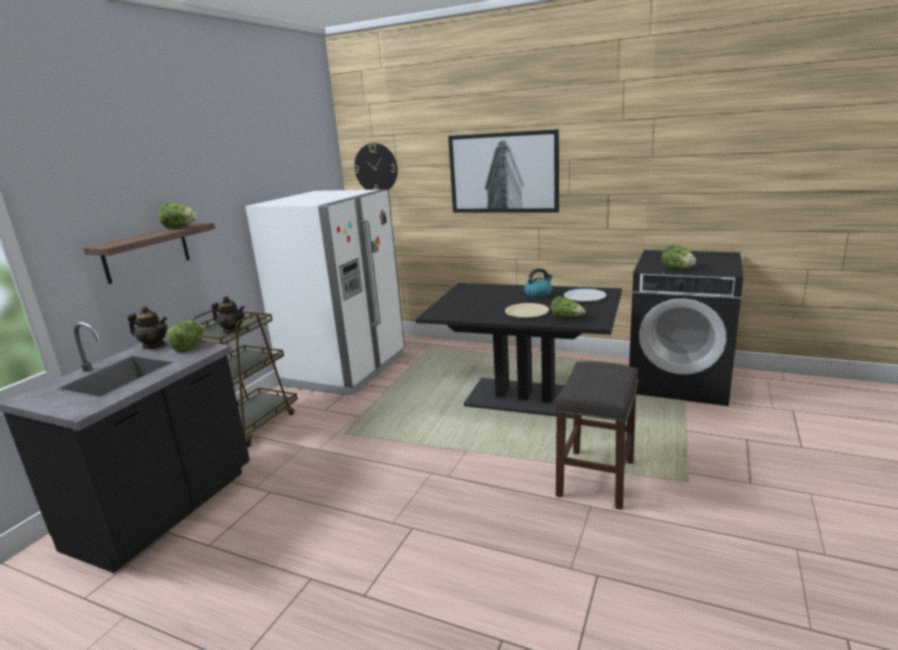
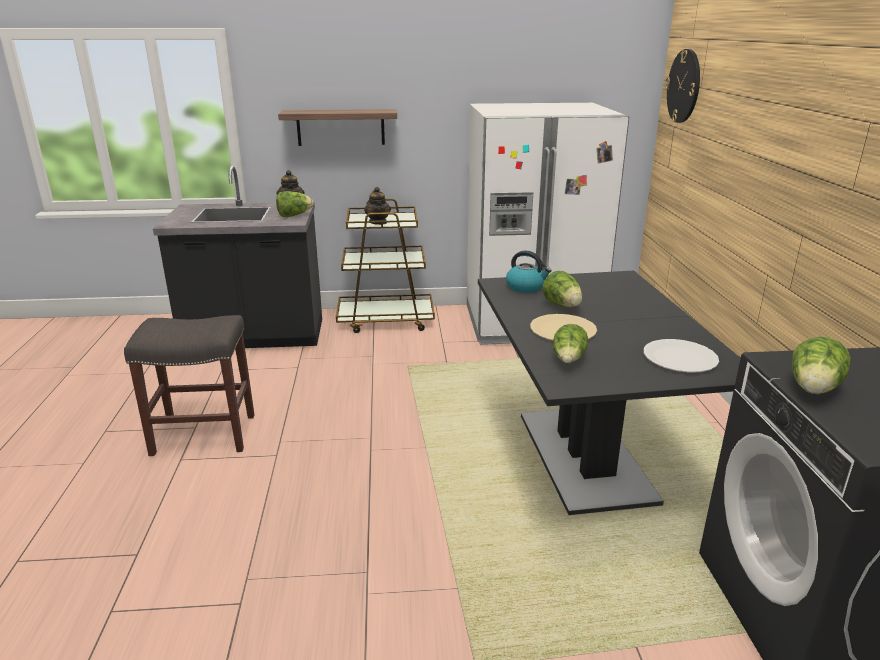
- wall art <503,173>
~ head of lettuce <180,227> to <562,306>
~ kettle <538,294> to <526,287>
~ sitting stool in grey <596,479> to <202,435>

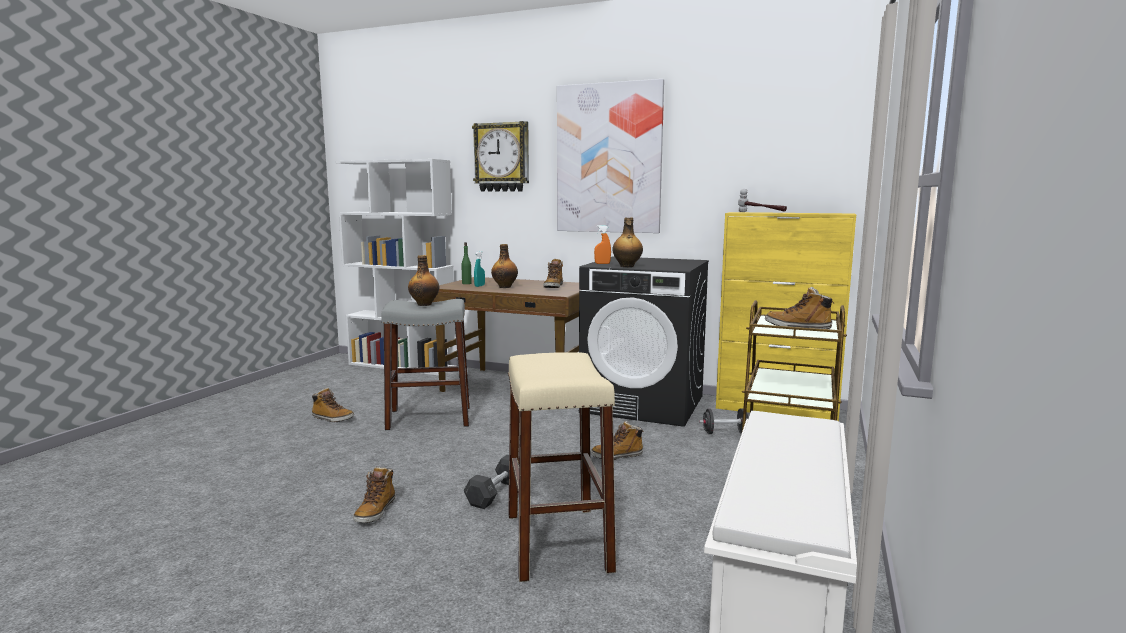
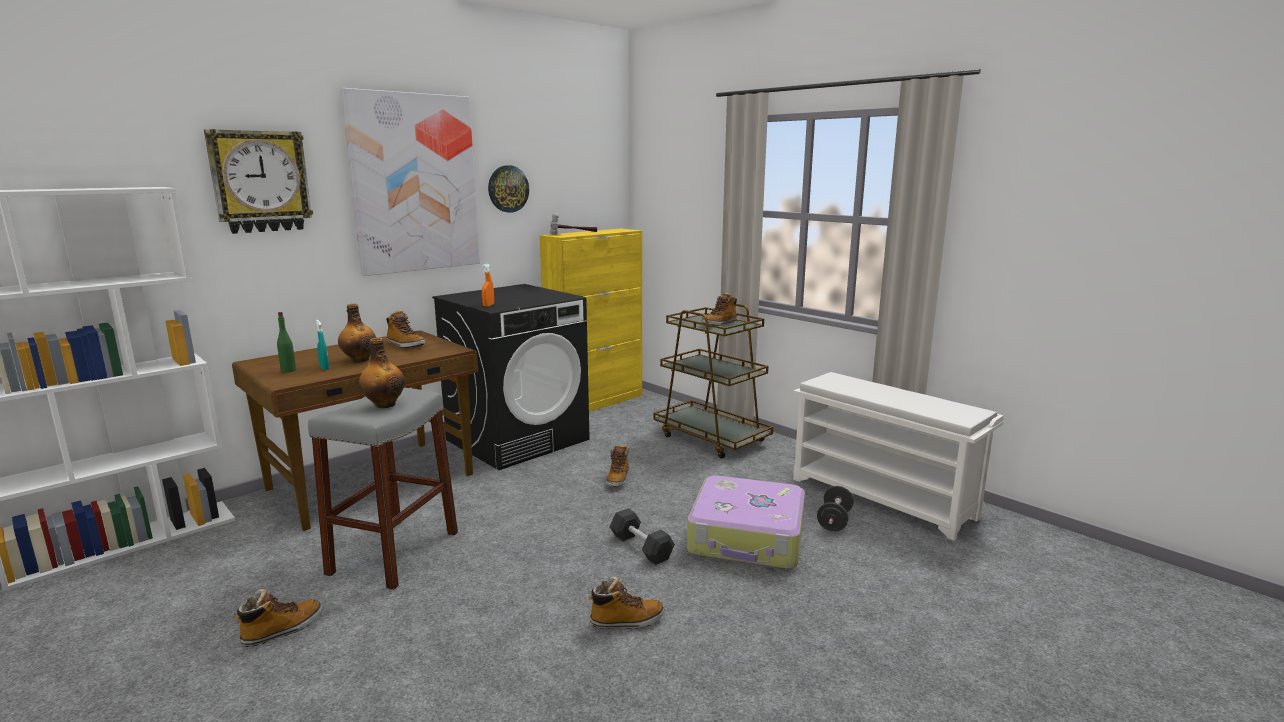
- bottle <627,266>
~ sitting stool in sand-coloured <557,542> to travel case <747,538>
~ hand weight in black <725,433> to <834,521>
~ high-top boot <375,511> = <626,621> 45 degrees counterclockwise
+ wall clock <508,189>

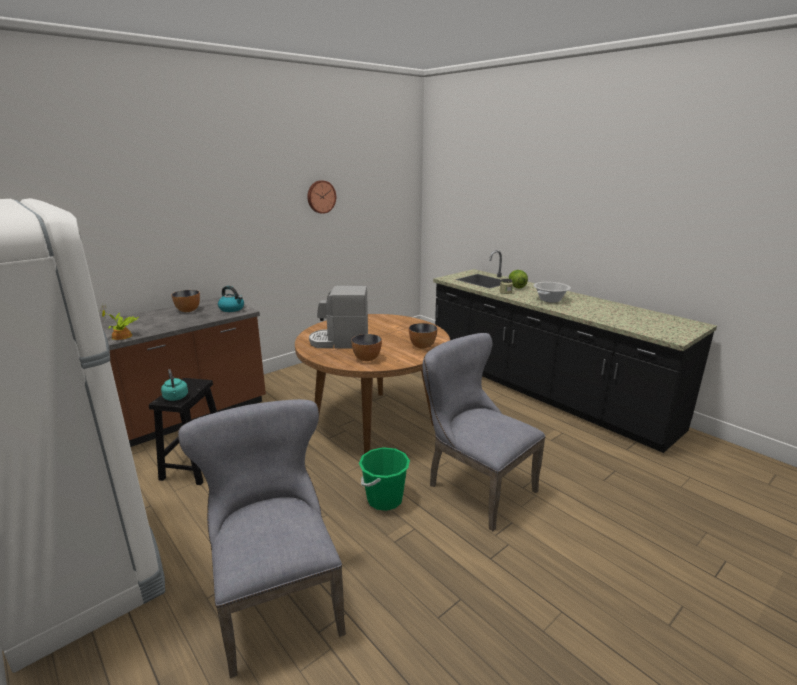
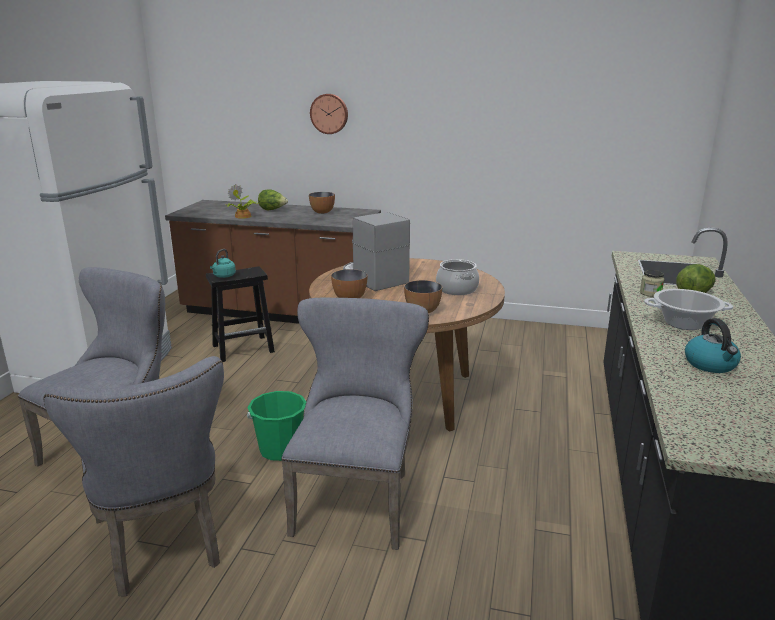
~ wall clock <321,197> to <329,113>
~ kettle <232,309> to <711,364>
+ head of lettuce <273,210>
+ cooking pot <456,289>
+ plain chair in grey <163,546>

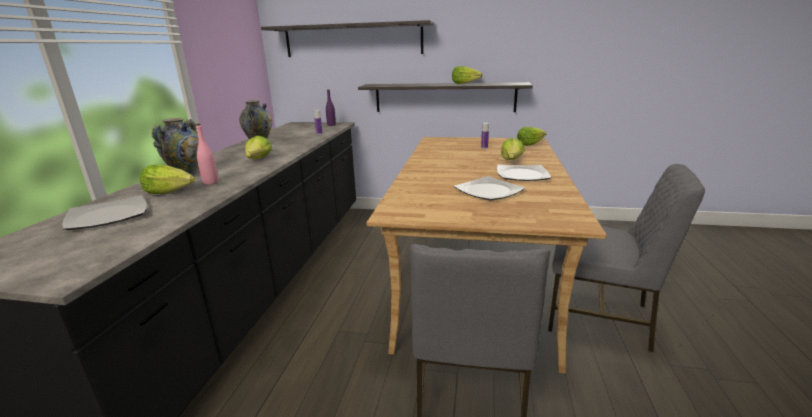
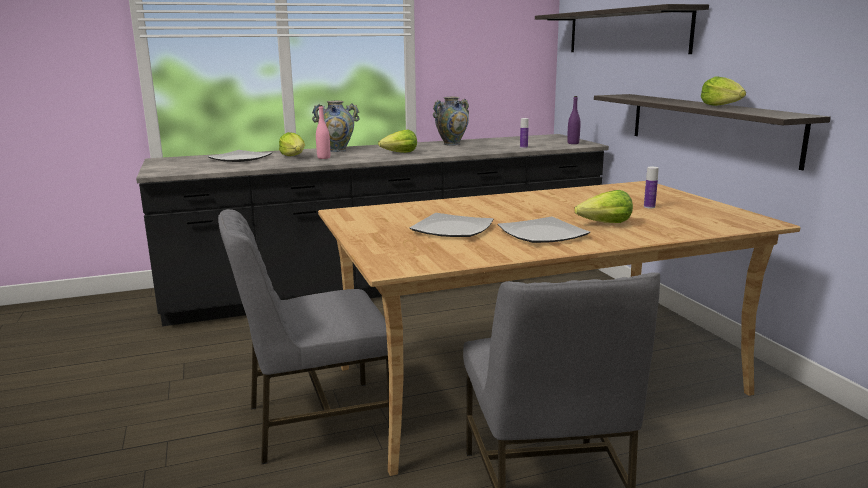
- head of lettuce <529,144>

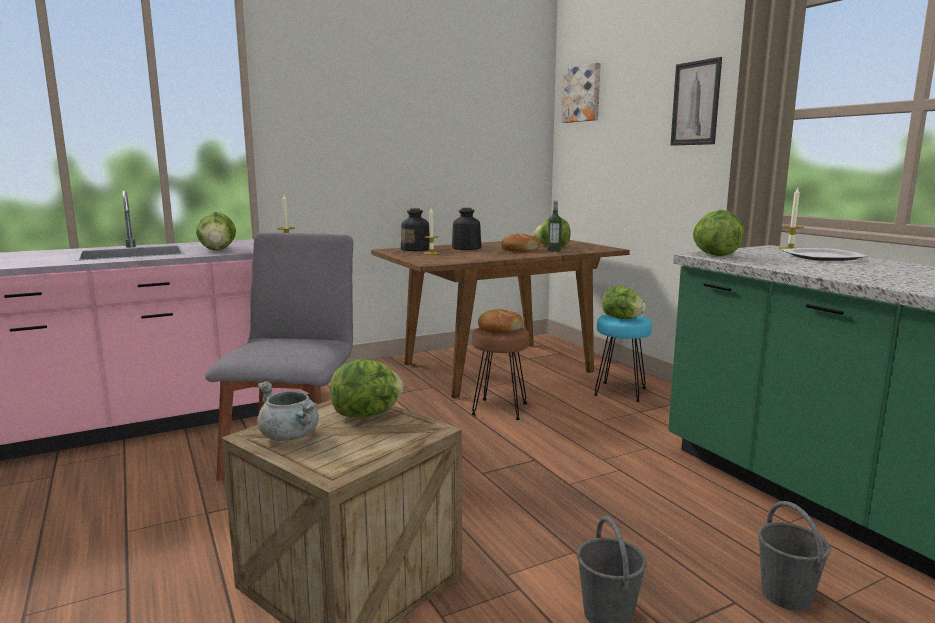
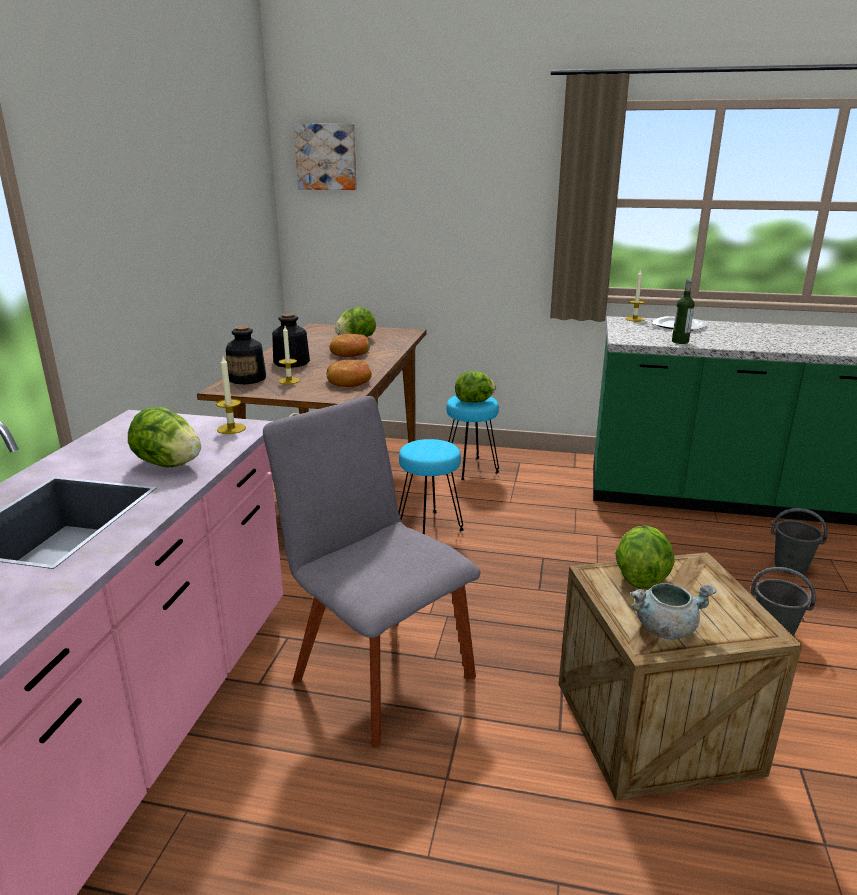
- wall art <695,103>
~ bottle <554,251> to <680,342>
- head of lettuce <714,255>
~ baked bread <499,329> to <349,381>
~ sitting stool in brownish <499,409> to sitting stool in turquoise-coloured <430,528>

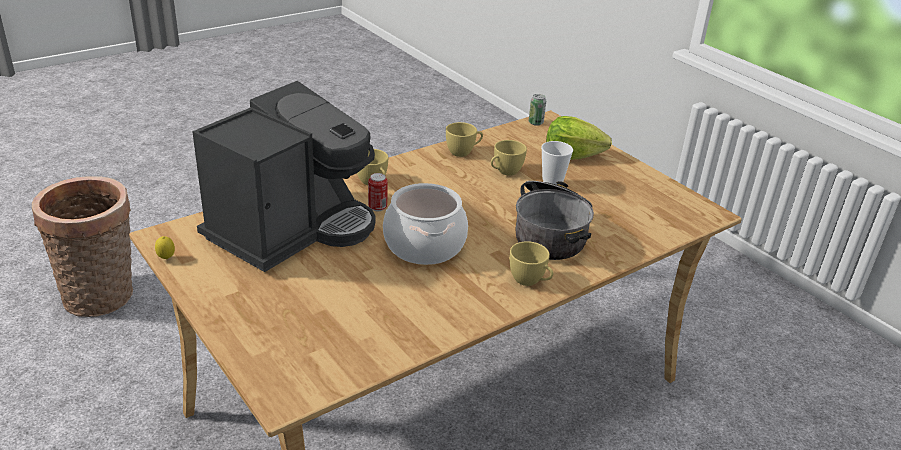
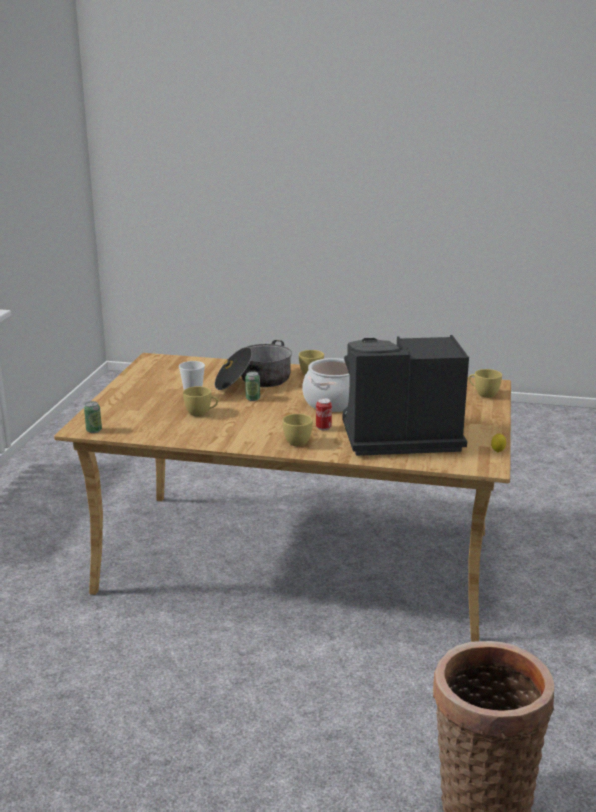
- head of lettuce <572,156>
~ drinking cup in yellowish <463,152> to <483,394>
+ metal can <253,399>

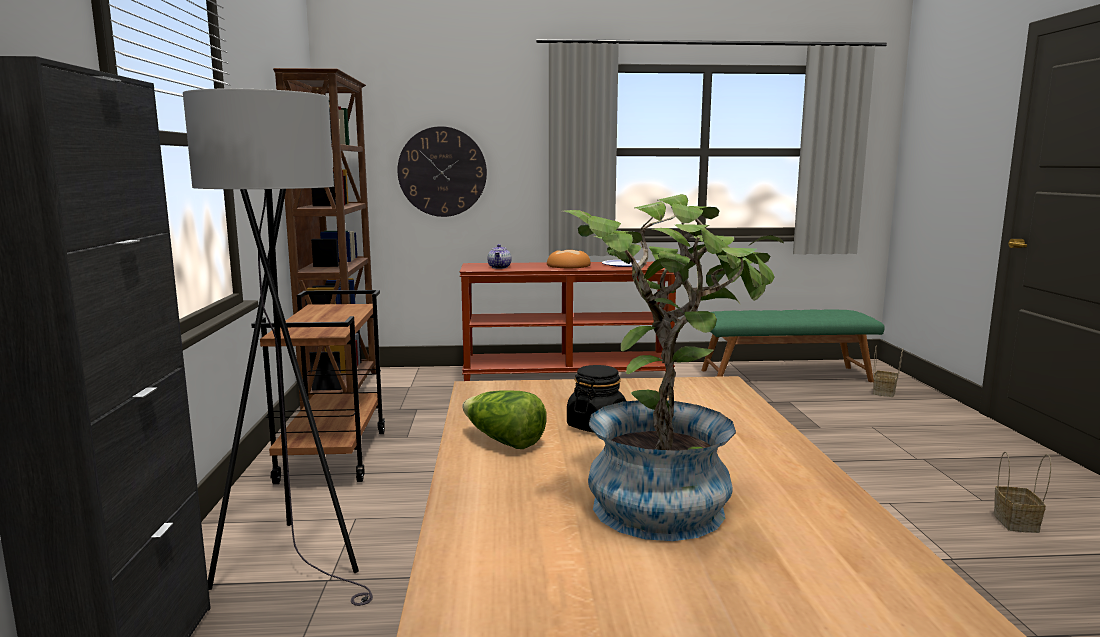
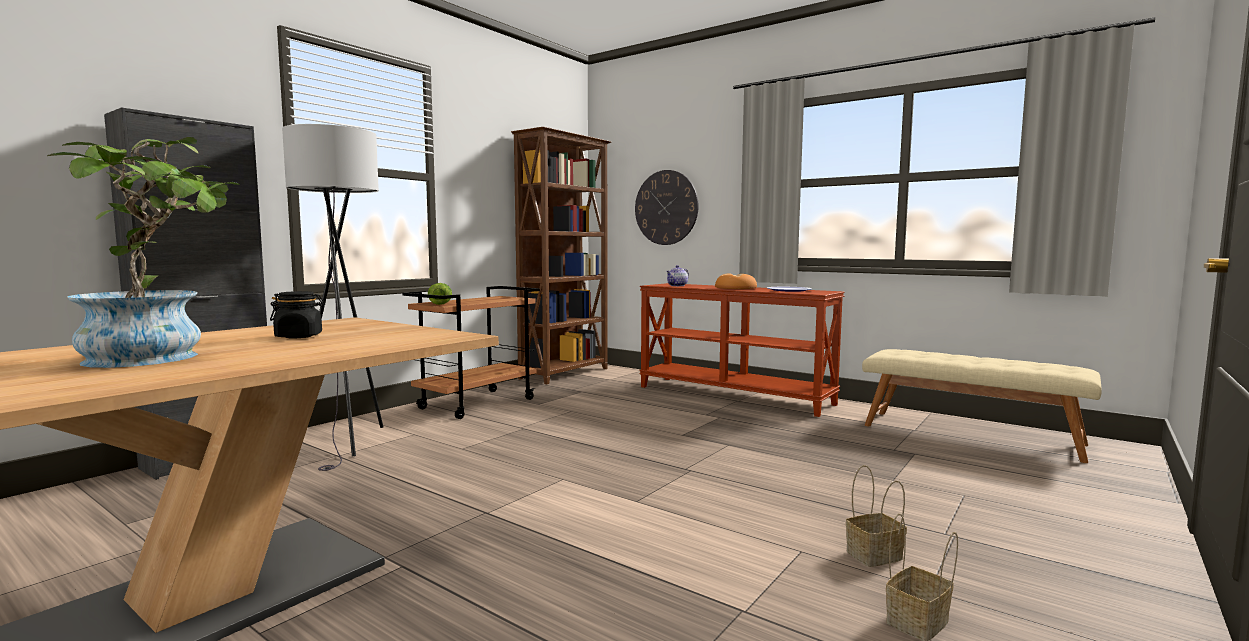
~ bench in green <785,375> to bench in sand-coloured <970,434>
~ basket <884,393> to <873,556>
~ head of lettuce <503,441> to <440,303>

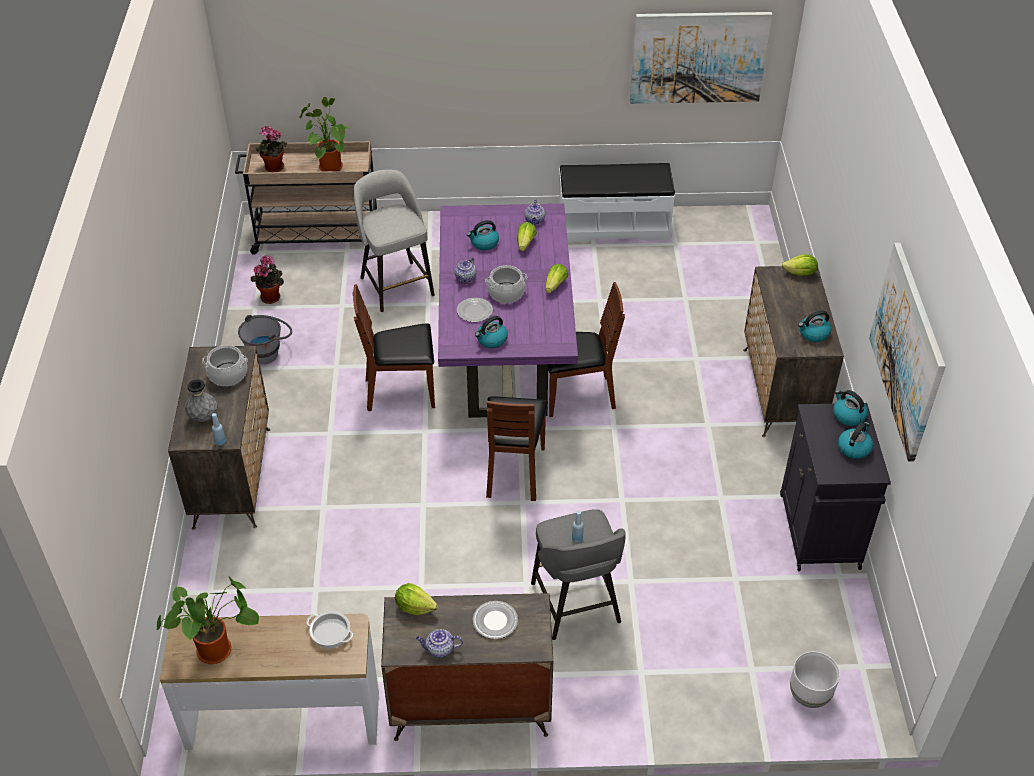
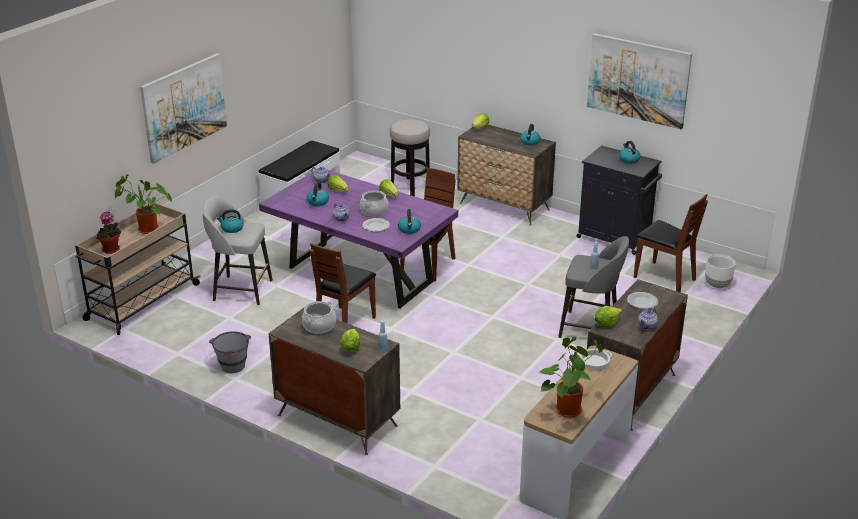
~ wall art <698,57> to <184,107>
- potted plant <271,296>
~ vase in grey <204,418> to head of lettuce <351,348>
~ kettle <848,415> to <232,228>
~ plain chair in brownish <514,471> to <664,278>
+ sitting stool <410,187>

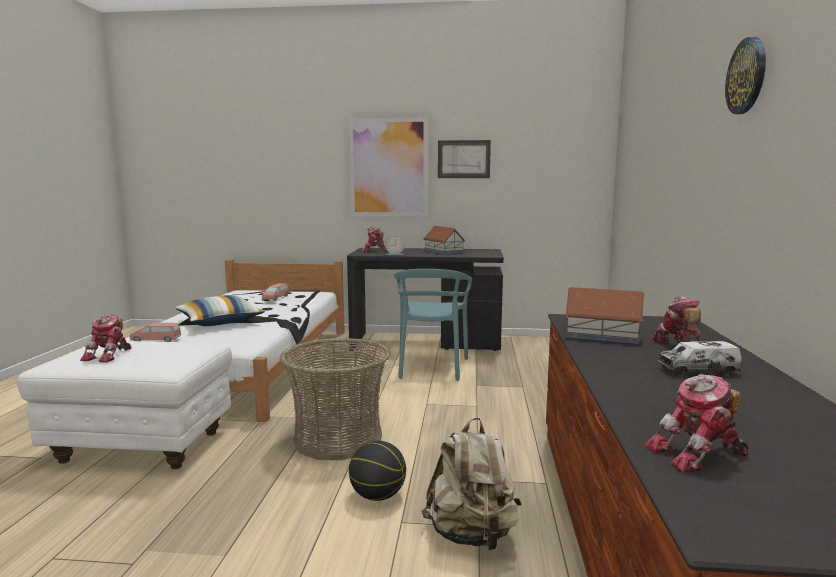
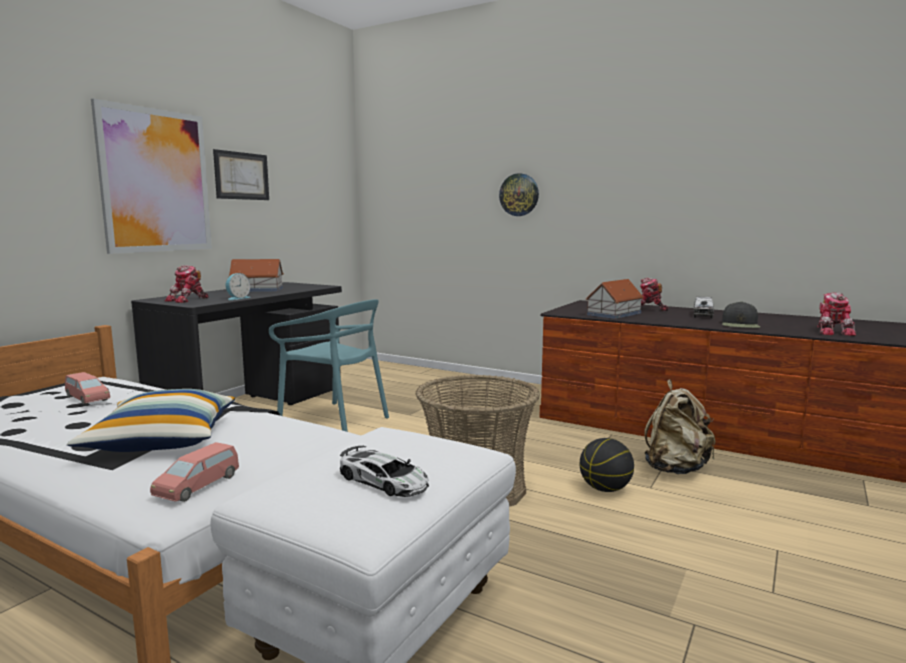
~ wall clock <747,76> to <519,195>
~ toy robot <109,355> to model car <384,481>
+ baseball cap in black <740,325>

